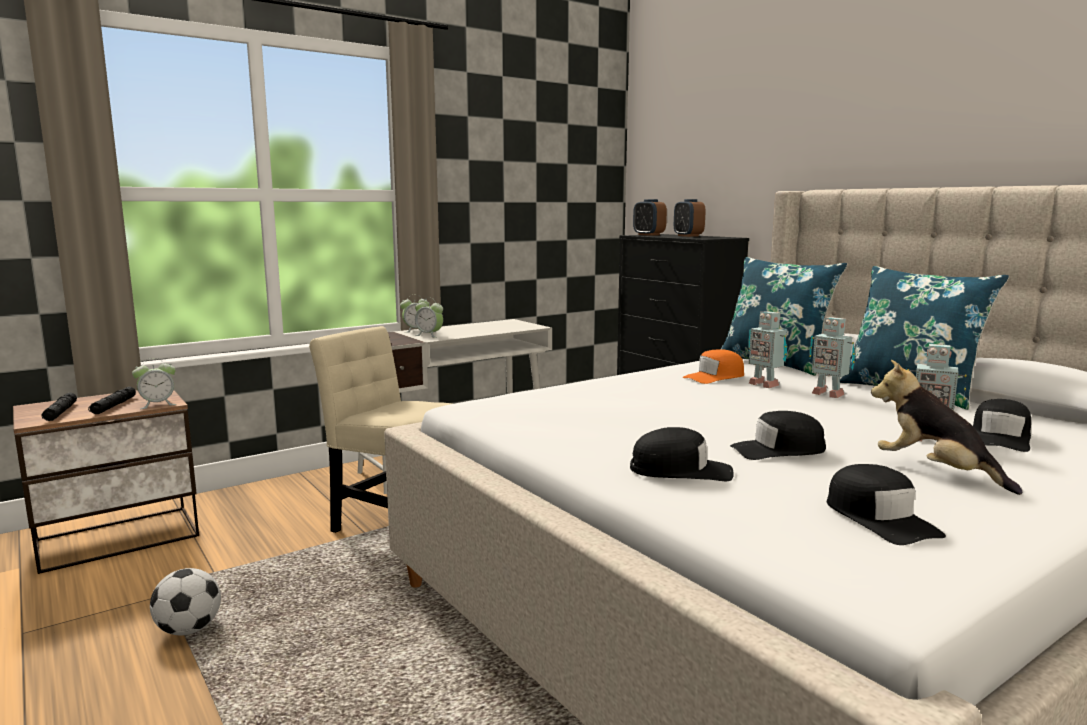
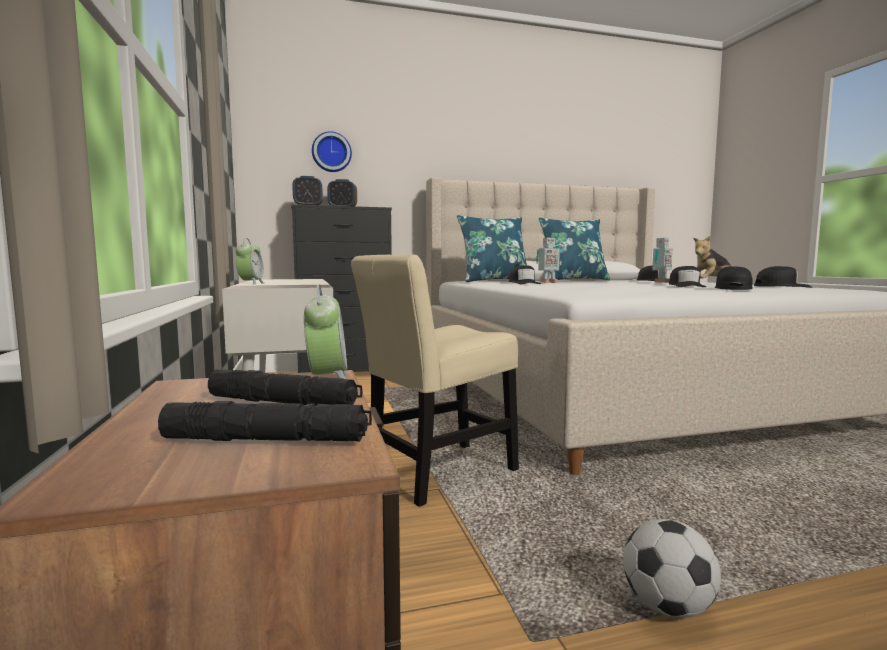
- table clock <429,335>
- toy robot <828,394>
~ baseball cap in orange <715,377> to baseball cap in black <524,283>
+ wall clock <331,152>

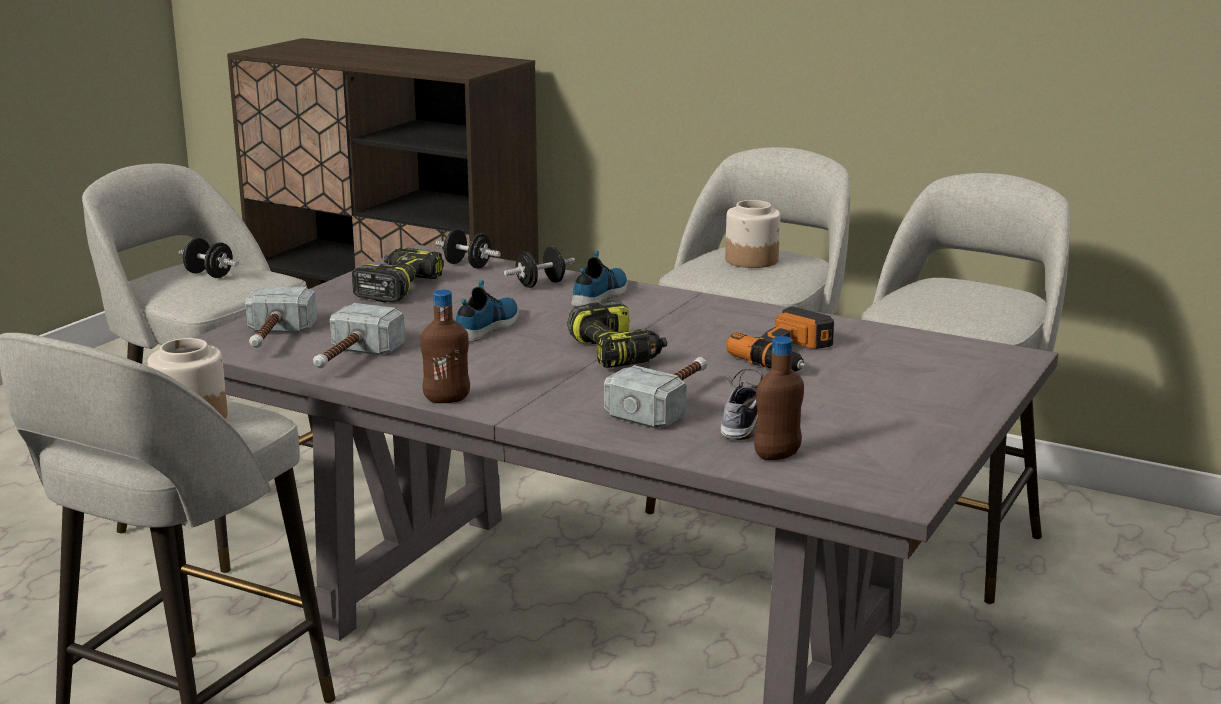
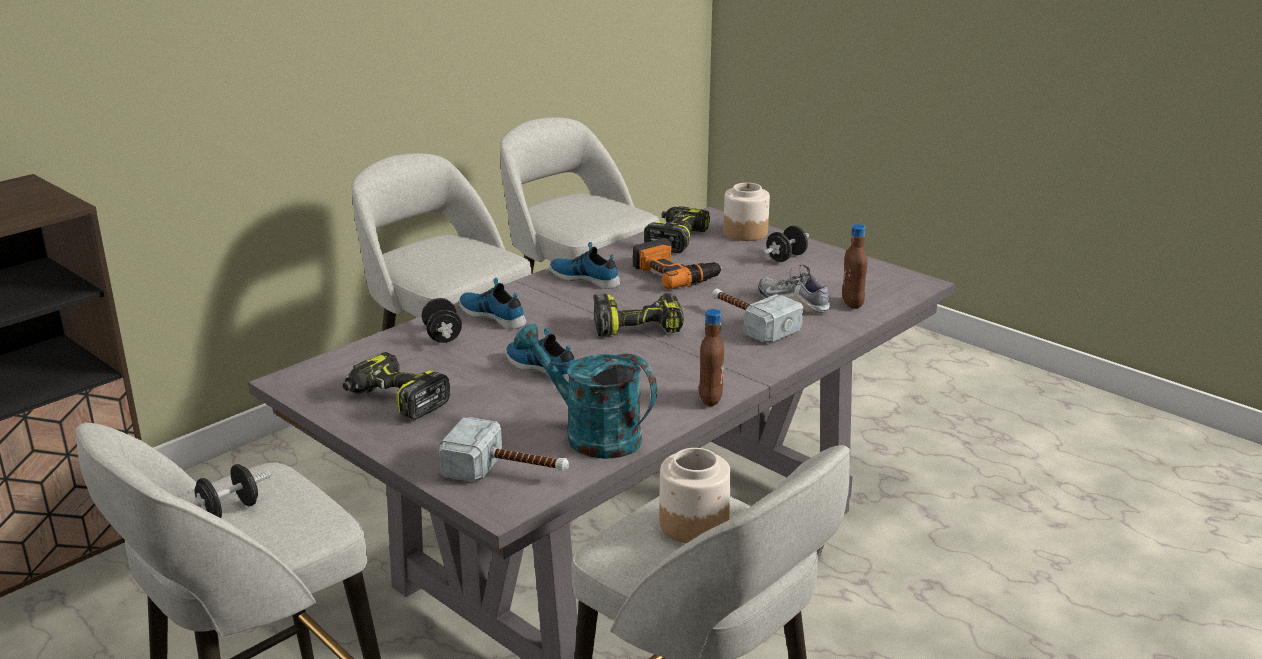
~ jar <752,260> to <745,233>
~ hand weight in black <467,265> to <786,257>
~ hand hammer <350,359> to watering pot in turquoise-coloured <591,435>
+ electric drill <675,239>
+ item of footwear <585,278>

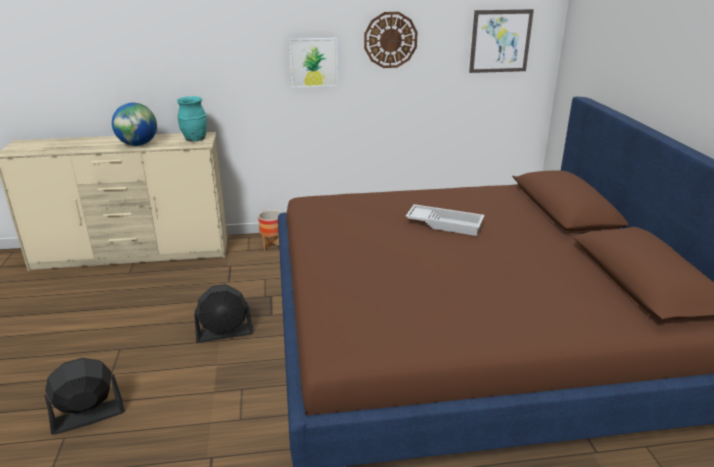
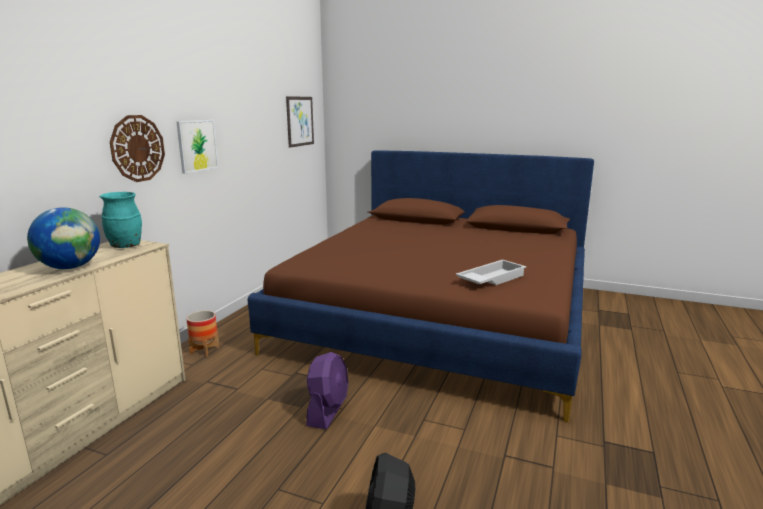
~ wall clock <390,40> to <137,148>
~ carrying tray in white-coloured <445,224> to <490,279>
~ fan in black <225,333> to fan in purple <328,410>

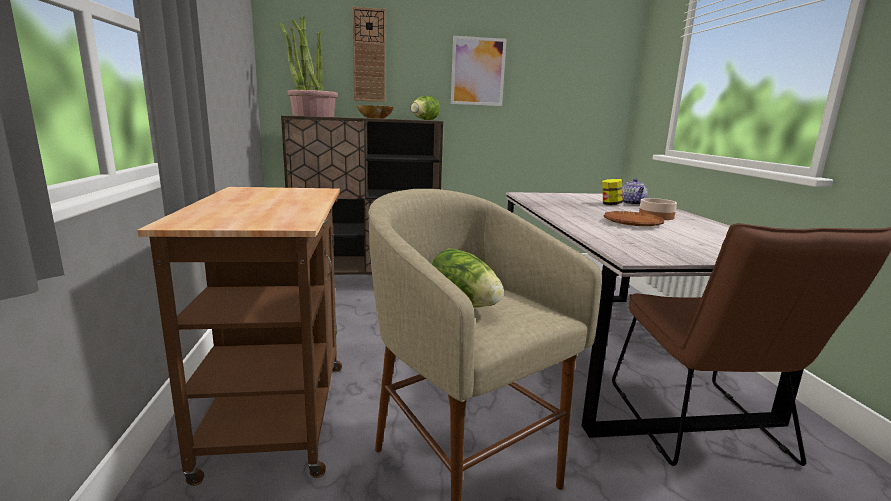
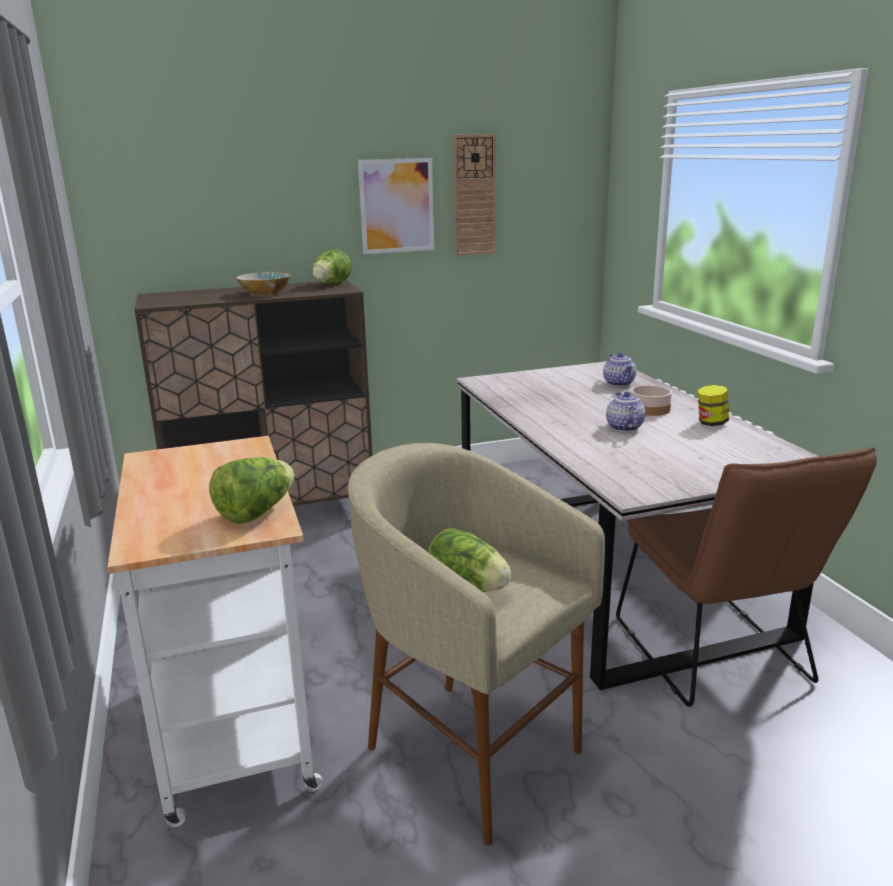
~ wall clock <369,56> to <474,195>
- potted plant <313,116>
~ jar <610,204> to <711,423>
~ trolley in brownish <279,408> to trolley in white-coloured <233,718>
~ plate in brownish <632,223> to tea pot <623,427>
+ head of lettuce <256,513>

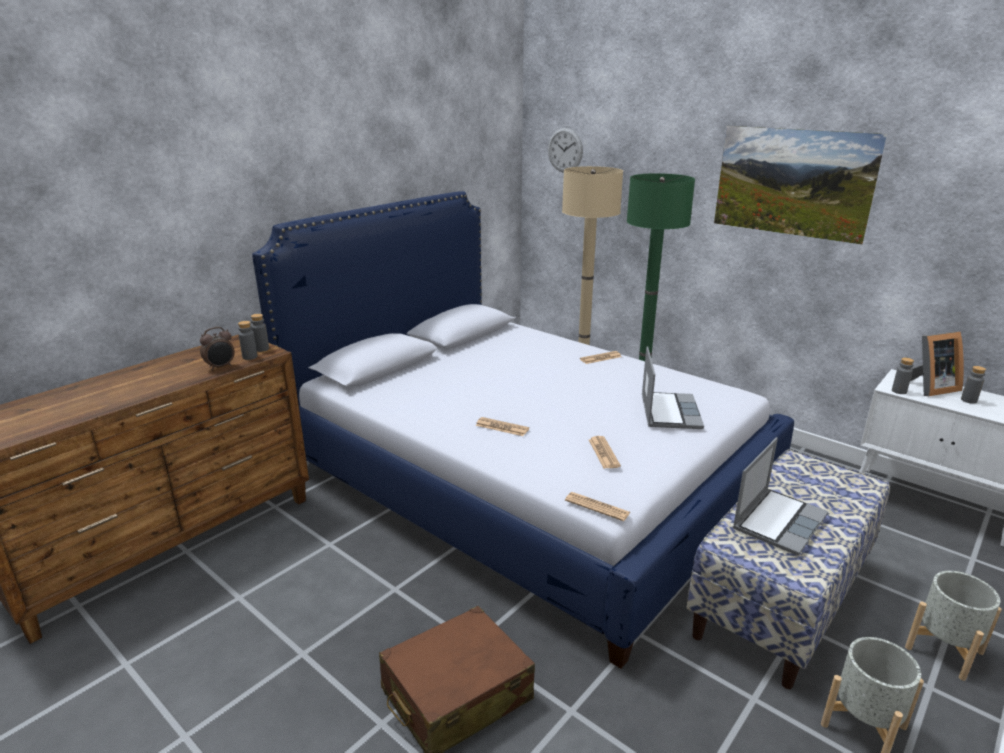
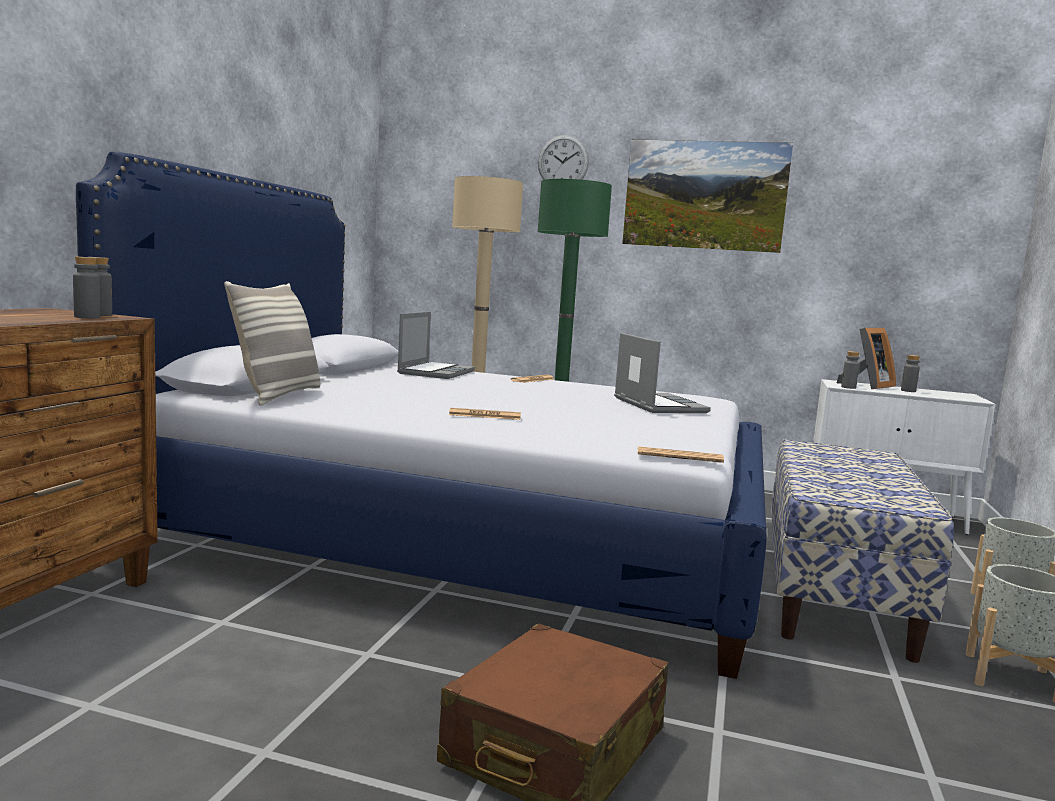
~ wall clock <565,150> to <563,162>
- table clock <221,367>
- newspaper <603,453>
~ portable computer <778,521> to <435,372>
+ throw pillow <278,395>

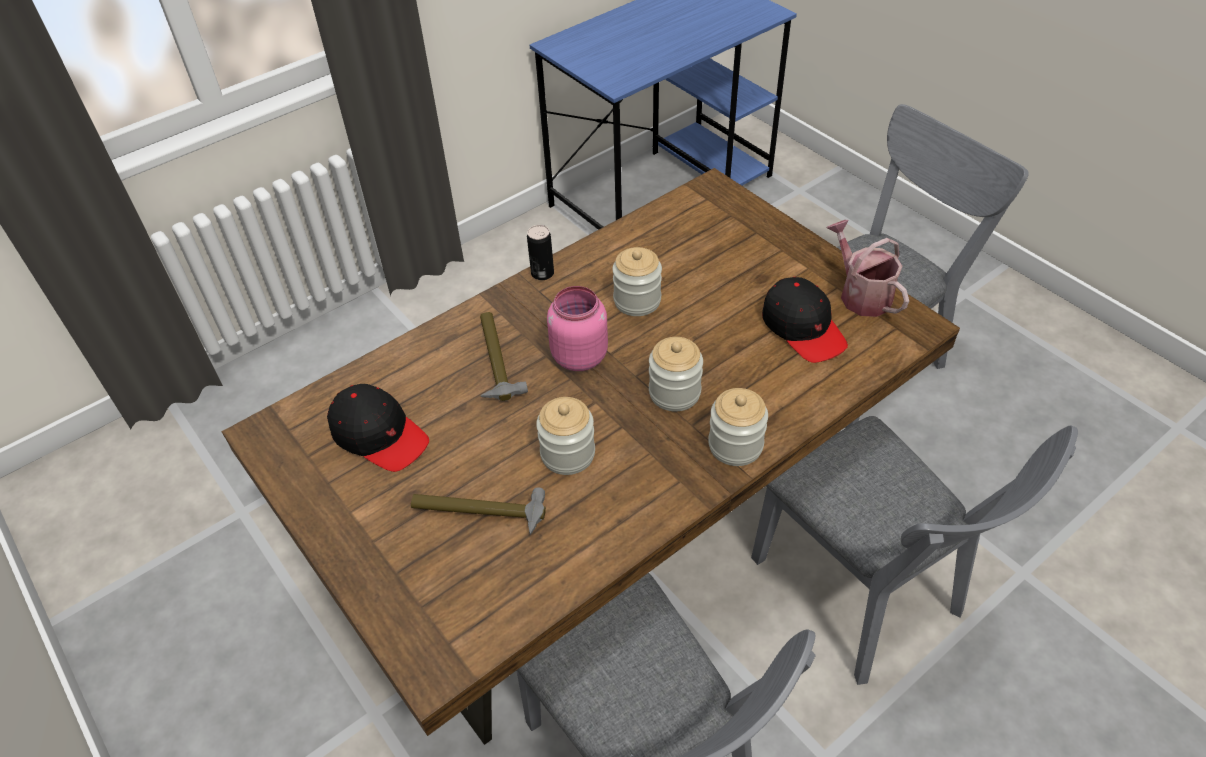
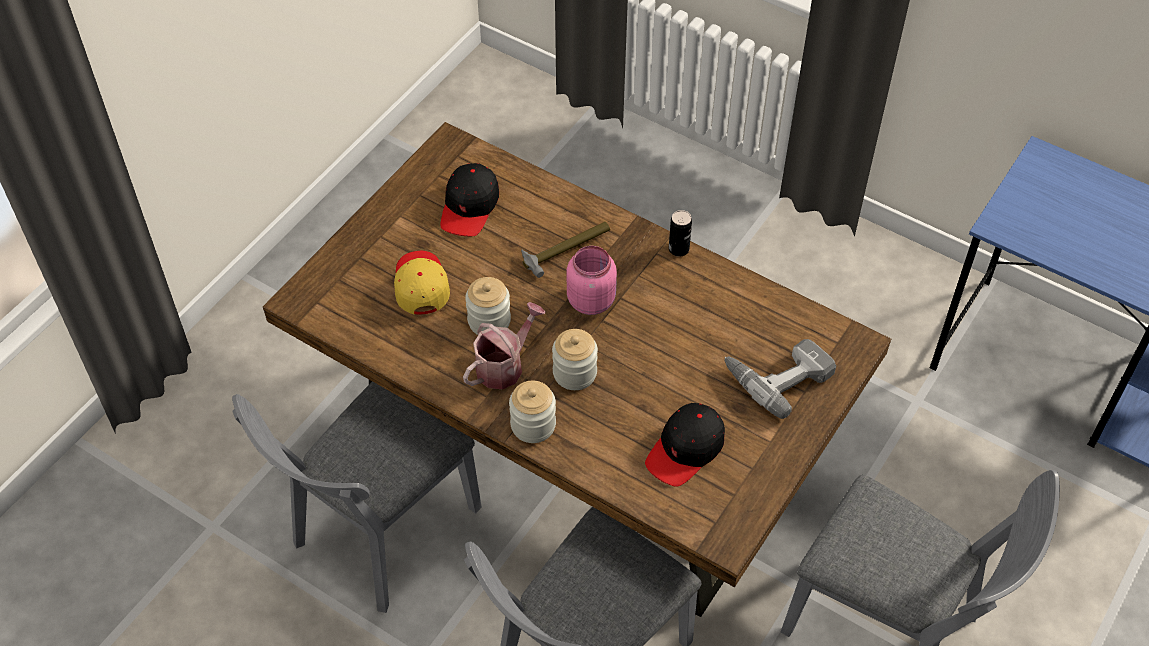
~ watering pot <861,294> to <504,365>
- jar <637,301>
~ hand hammer <479,513> to baseball cap in yellowish <420,285>
+ electric drill <778,375>

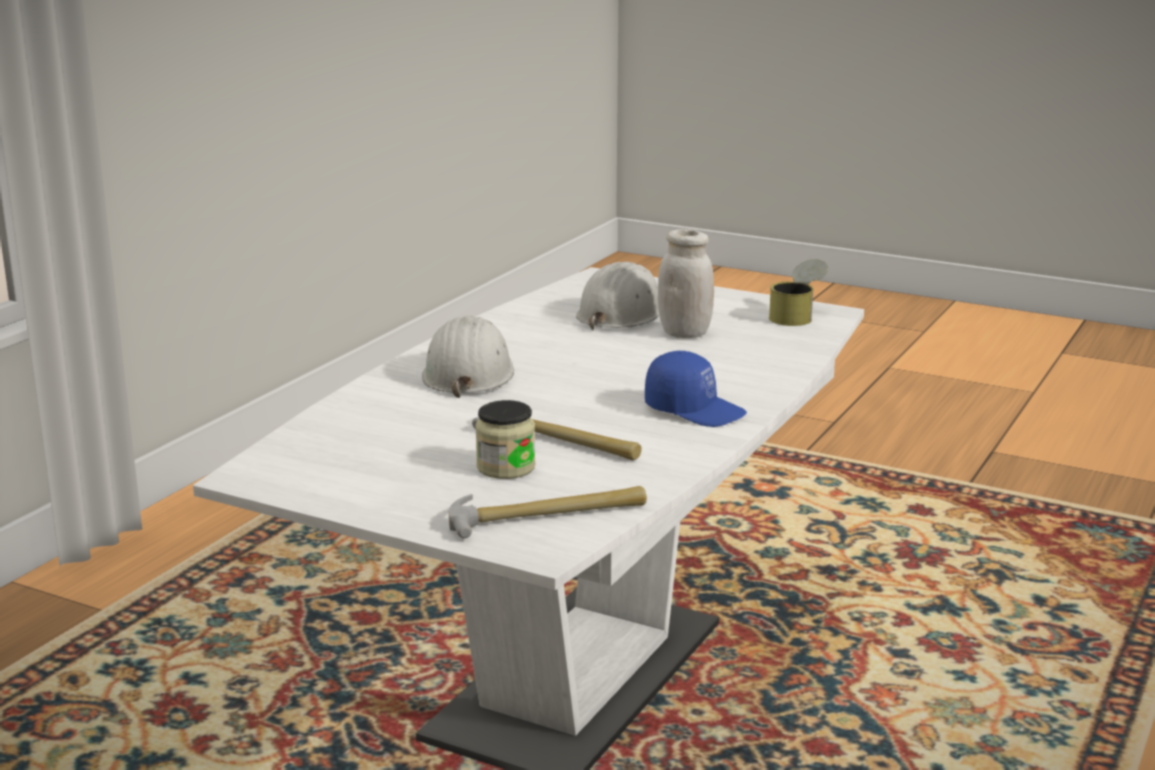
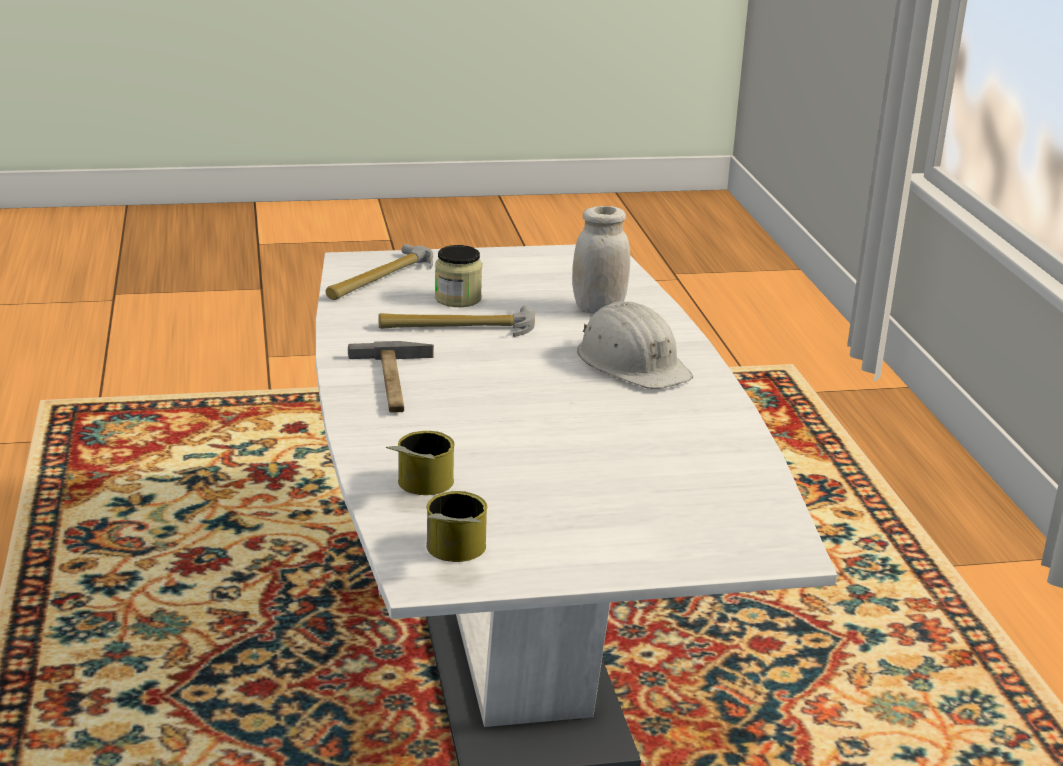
~ jar in white-coloured <684,333> to <598,309>
- hard hat in white-coloured <622,314>
~ baseball cap in blue <695,410> to hand hammer <395,383>
+ metal can <418,489>

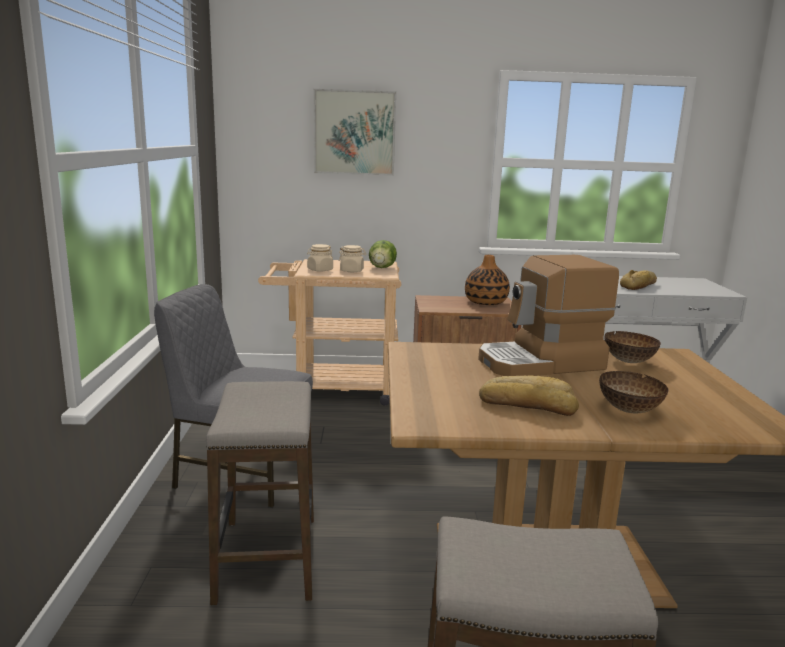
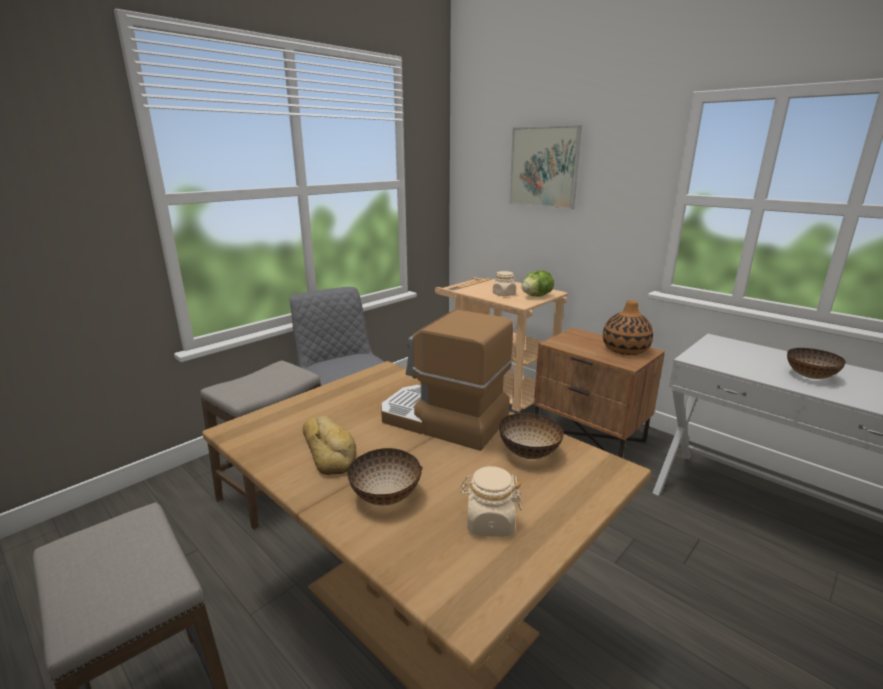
~ jar in sand-coloured <320,270> to <490,522>
~ baked bread <639,286> to deep dish <809,376>

